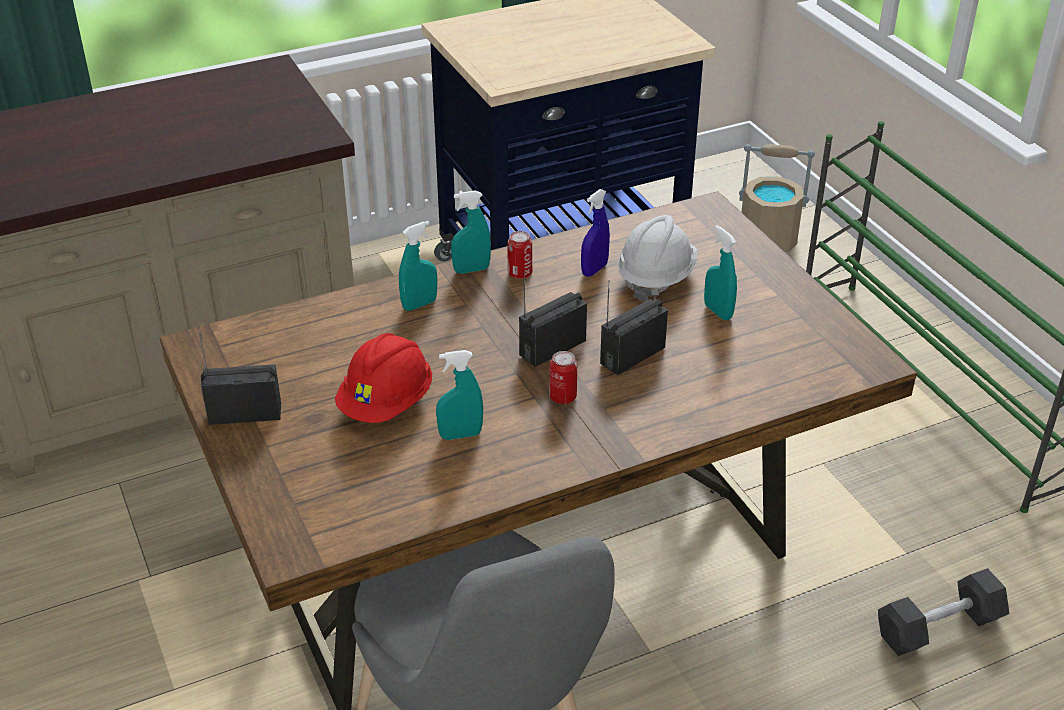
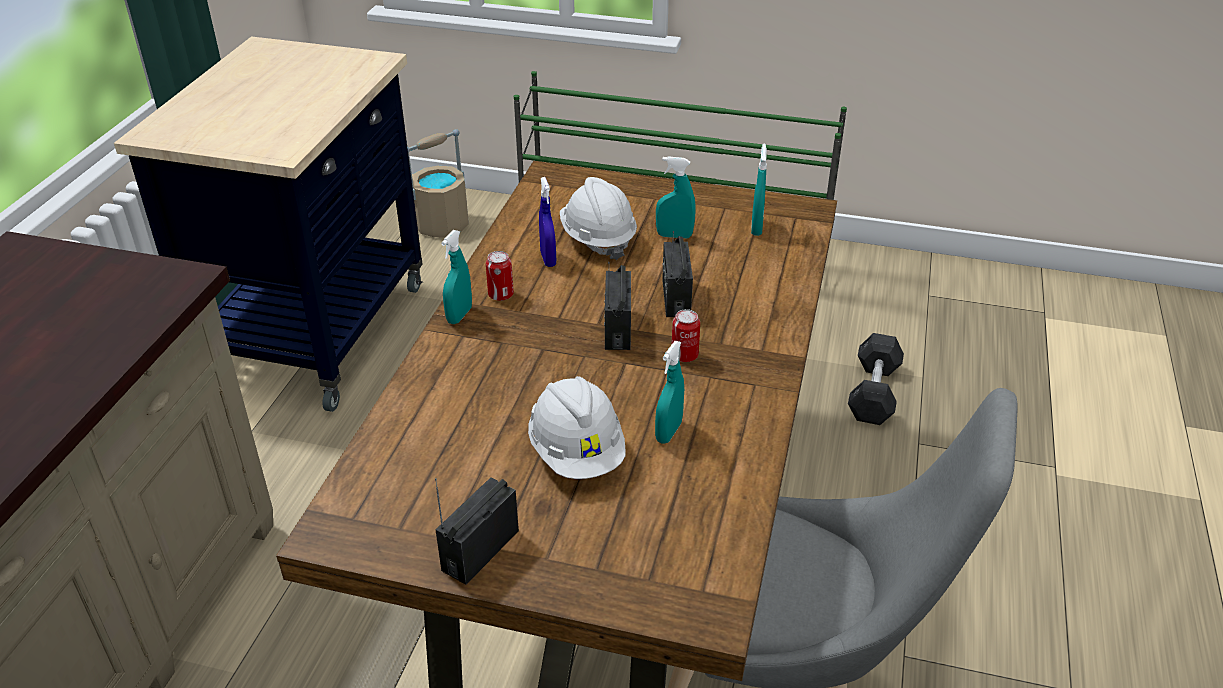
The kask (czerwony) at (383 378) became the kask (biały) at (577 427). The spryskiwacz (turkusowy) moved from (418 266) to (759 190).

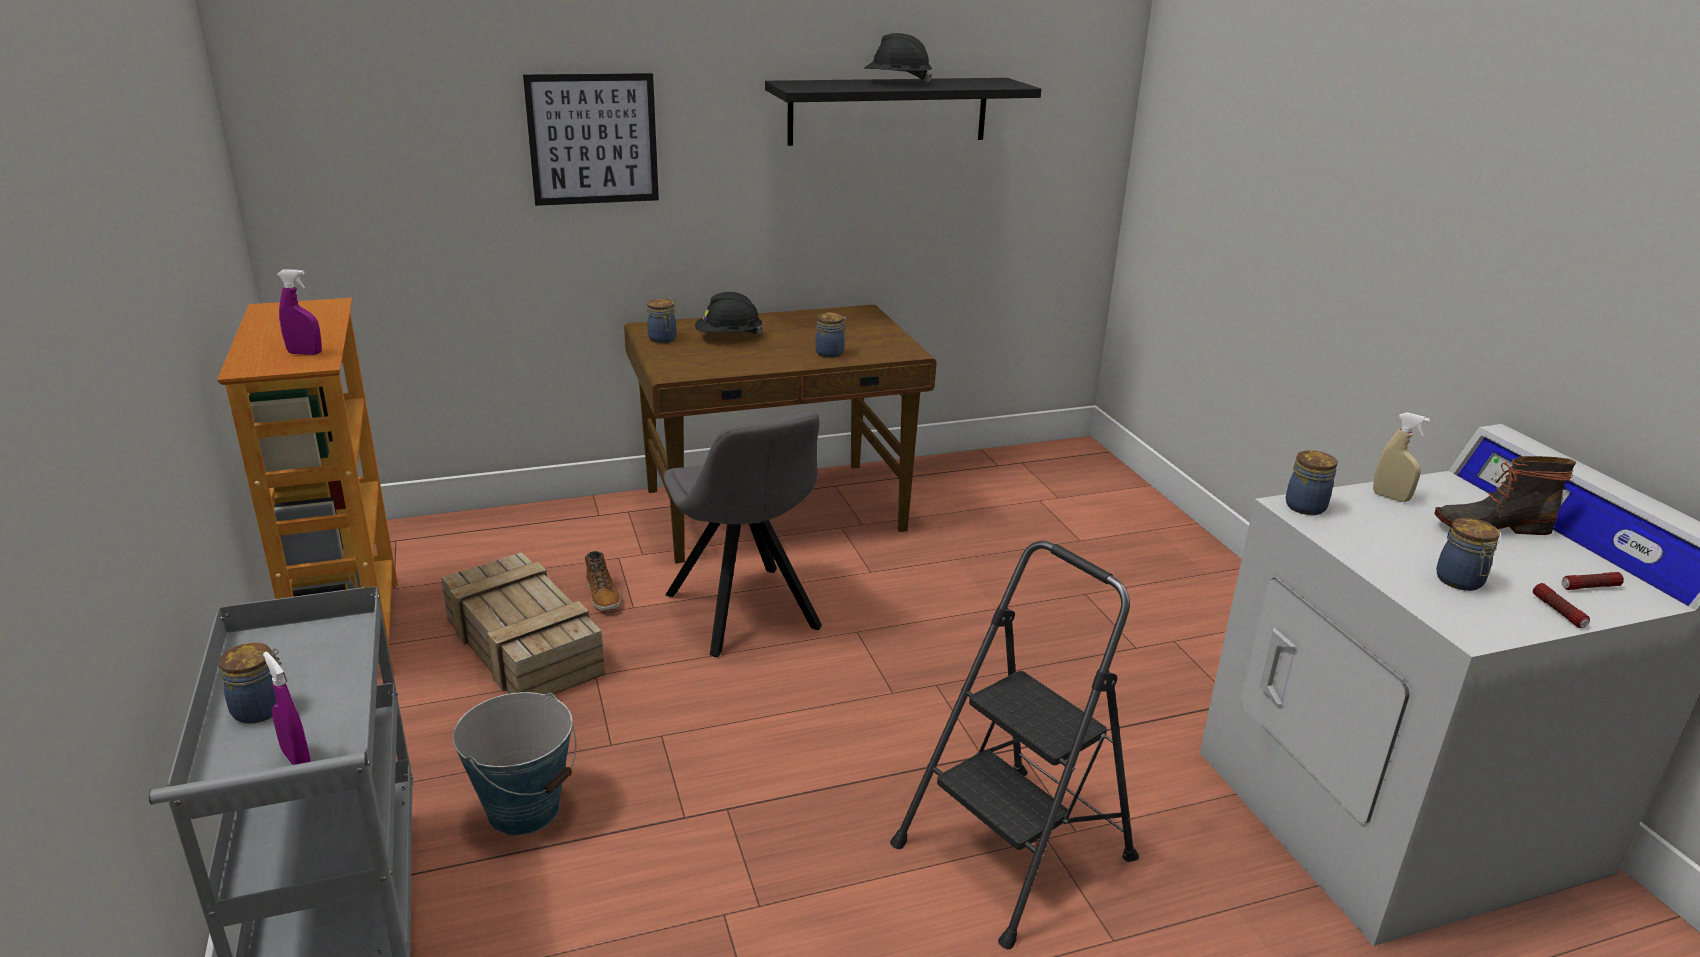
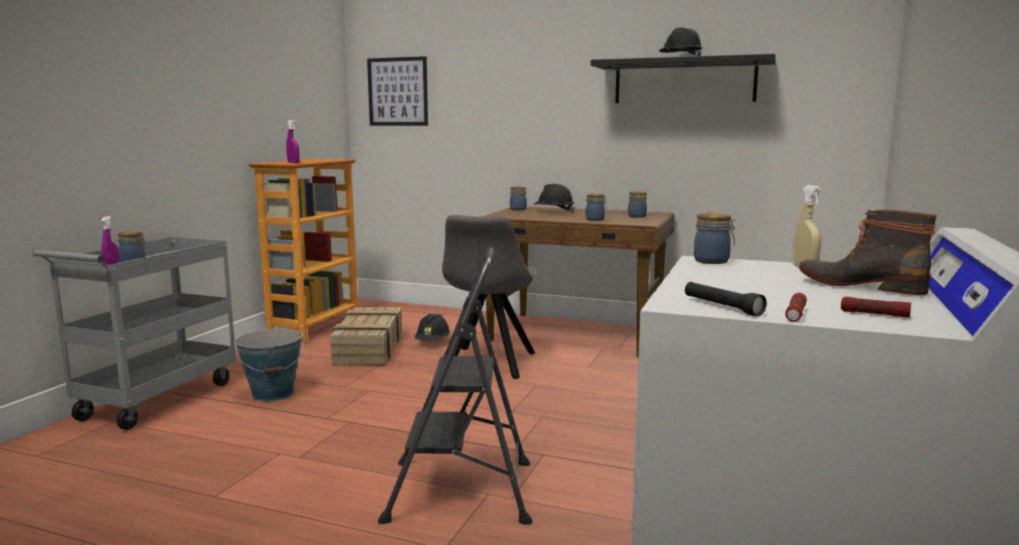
The obraz moved from (591 139) to (397 91). The but z cholewką at (603 581) was replaced by the kask (czarny) at (432 327). The słoik moved from (1468 554) to (637 204). The latarka (czarny) at (726 299) appeared.

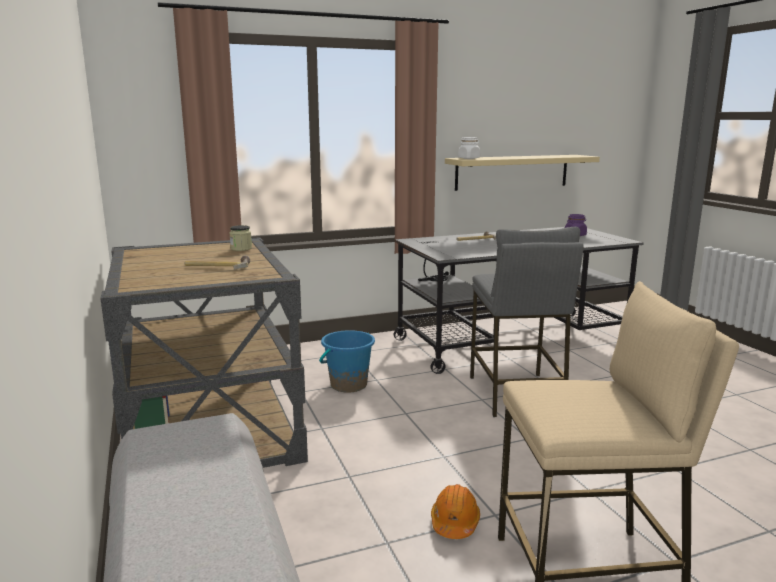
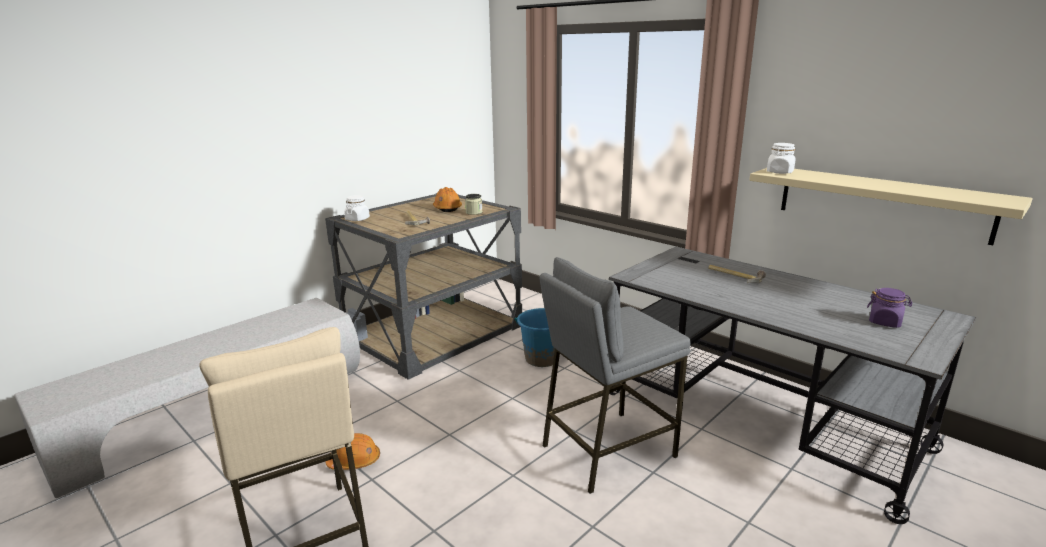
The słoik (biały) at (357 208) appeared. The kask (pomarańczowy) at (447 199) appeared.

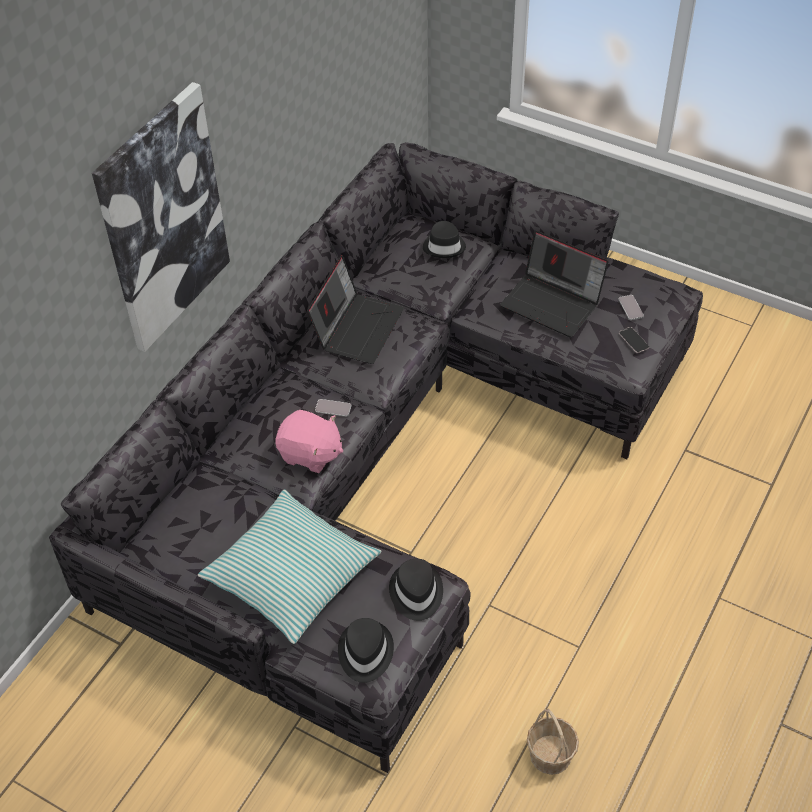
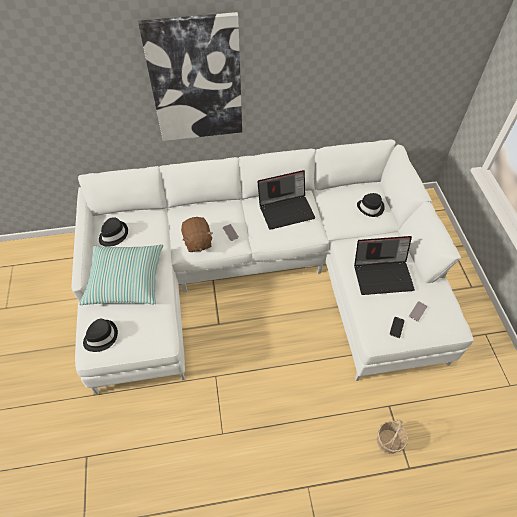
The kanapa (czarny) at (376 457) became the kanapa (biały) at (272 267). The pluszak (różowy) at (309 441) became the pluszak (brązowy) at (197 234). The kapelusz (czarny) moved from (416 590) to (113 232). The laptop at (554 284) turned 90 degrees counterclockwise. The koszyk moved from (553 741) to (392 437).

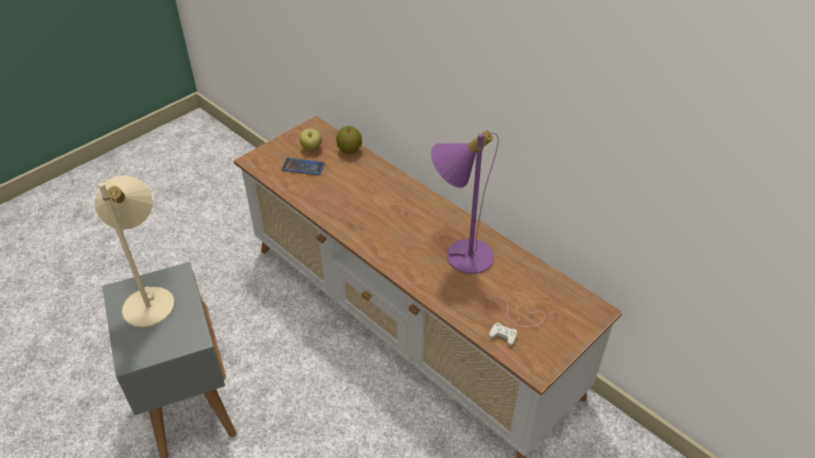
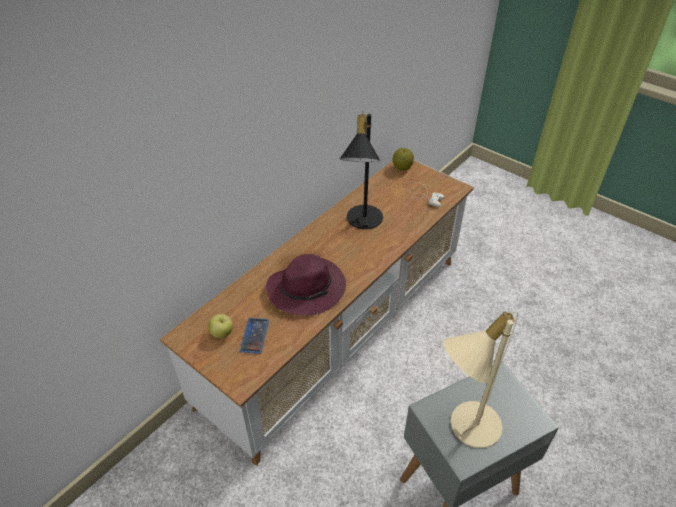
The jabłko moved from (349 140) to (403 159). The lampa stołowa (fioletowy) at (465 202) became the lampa stołowa (czarny) at (361 170). The kapelusz (fioletowy) at (306 284) appeared.

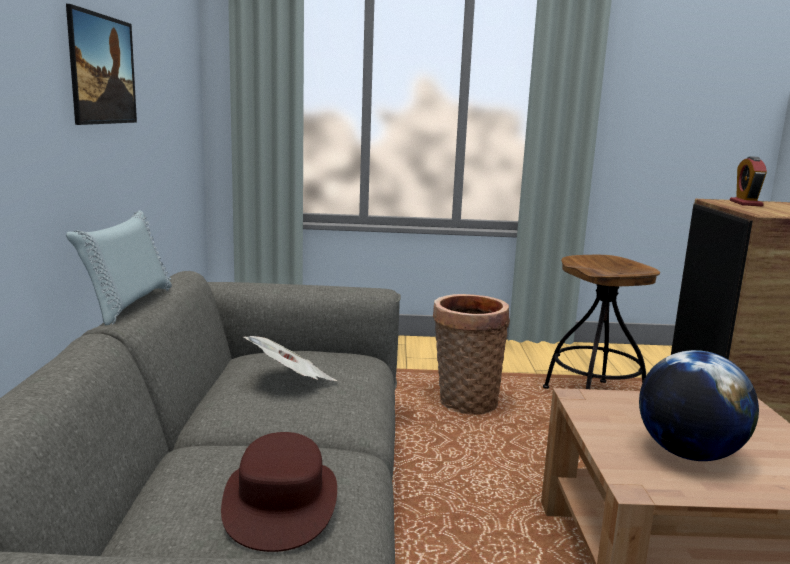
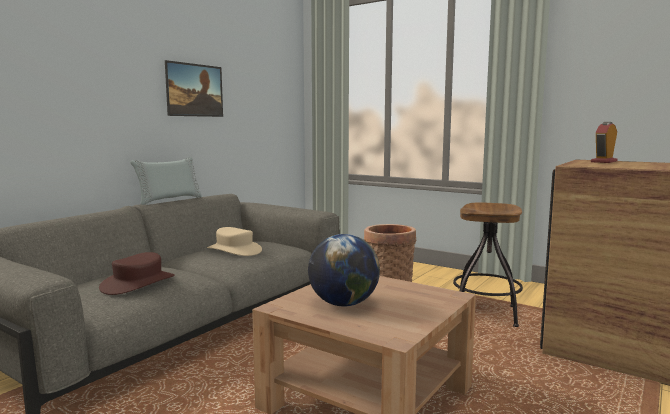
The gazeta at (290 358) was replaced by the kapelusz (beżowy) at (234 241).

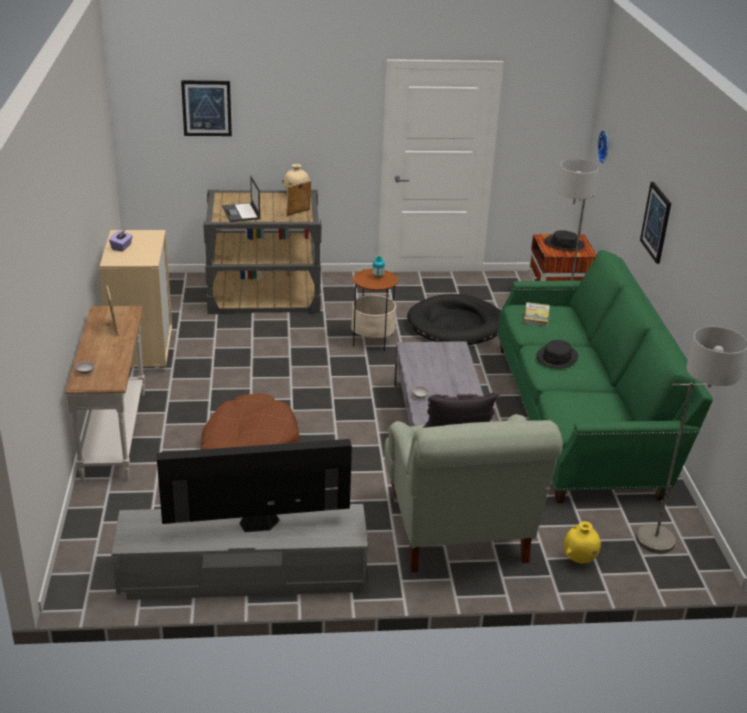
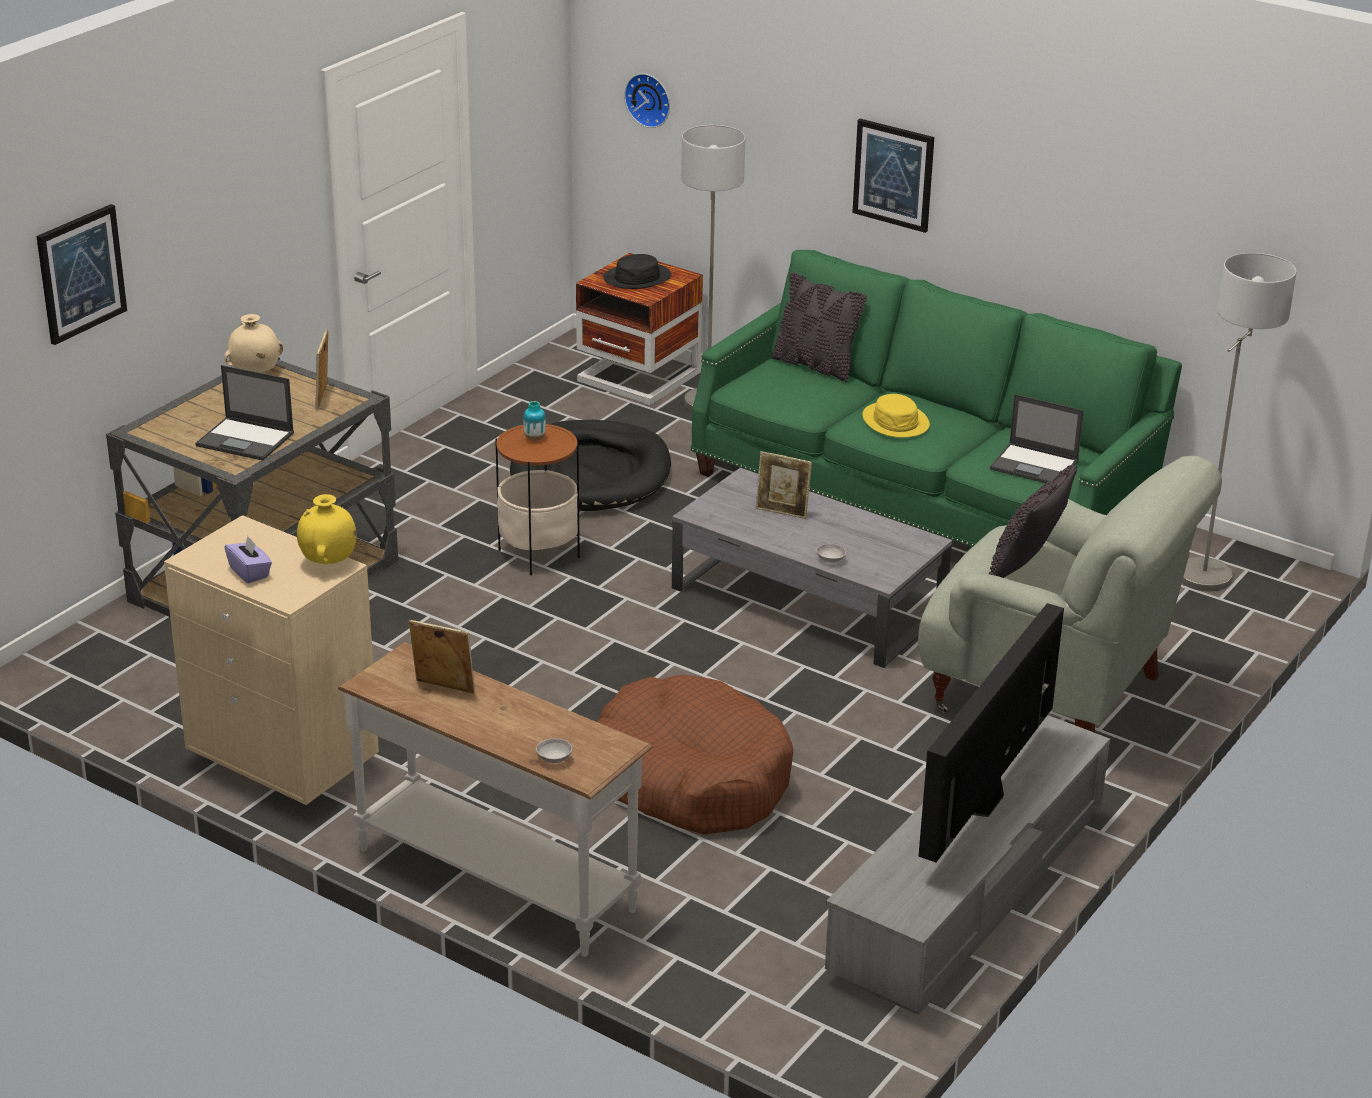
The książka at (536 314) disappeared. The kapelusz (czarny) at (557 354) became the kapelusz (żółty) at (896 416). The wazon (żółty) moved from (582 542) to (326 529). The ramka na zdjęcie at (784 485) appeared. The poduszka (czarny) at (819 327) appeared. The laptop at (1037 438) appeared.

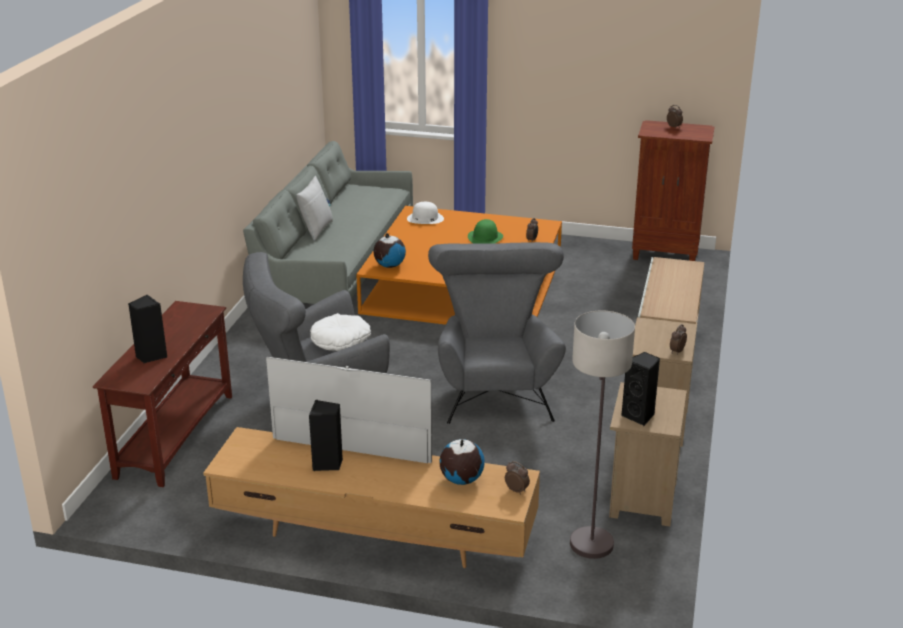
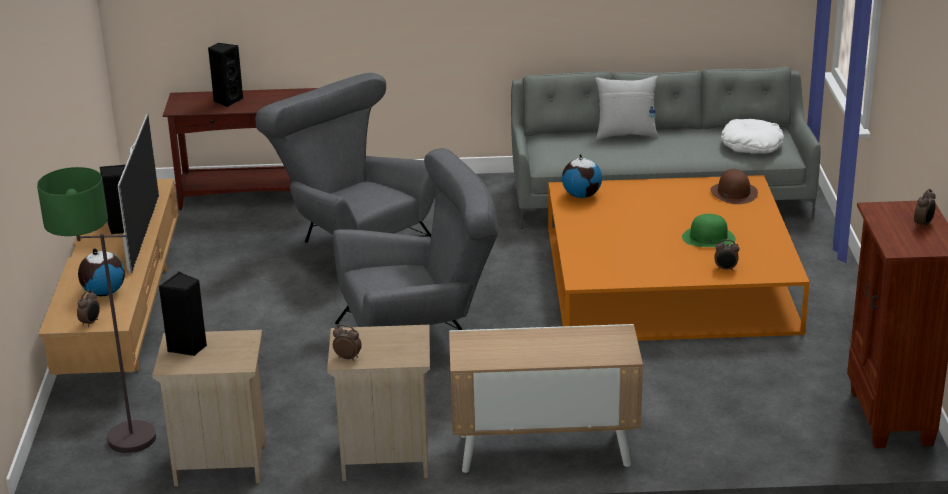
The poduszka (biały) moved from (340 332) to (752 136). The kapelusz (biały) at (425 213) became the kapelusz (brązowy) at (734 186). The lampa stojąca (szary) at (602 434) became the lampa stojąca (zielony) at (96 310).

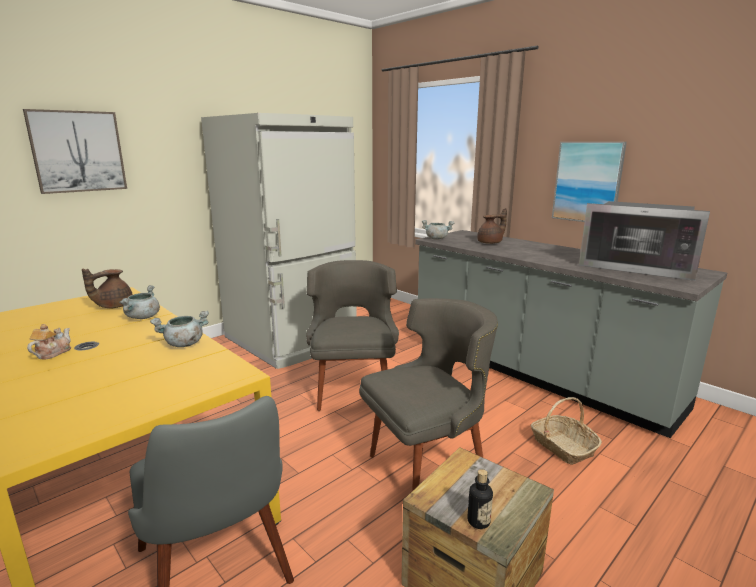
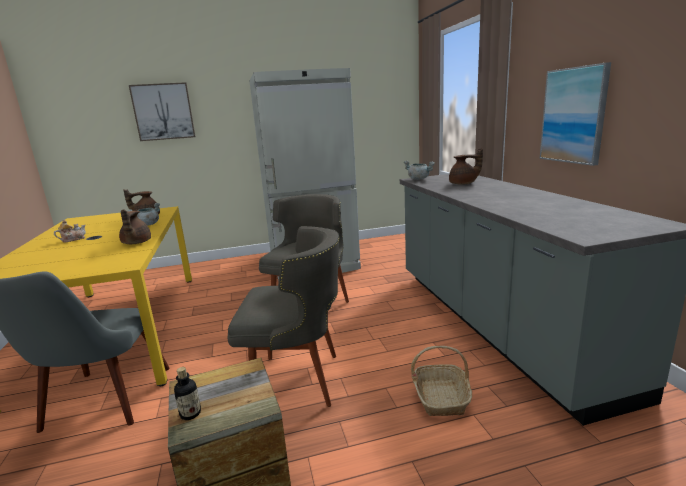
The garnek (szary) at (179 329) was replaced by the imbryk (brązowy) at (135 226). The mikrofalówka at (644 241) disappeared.

